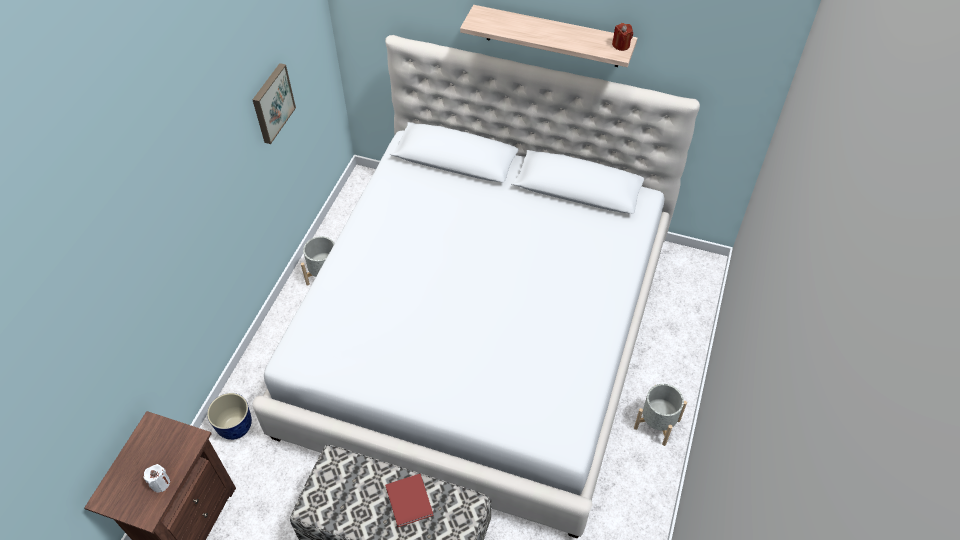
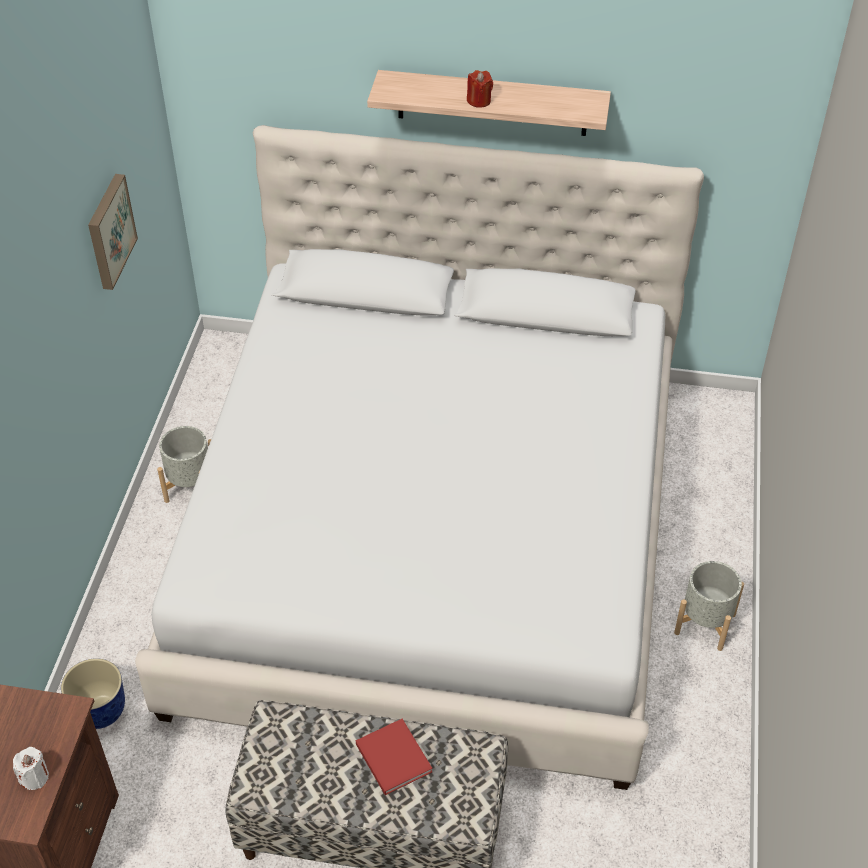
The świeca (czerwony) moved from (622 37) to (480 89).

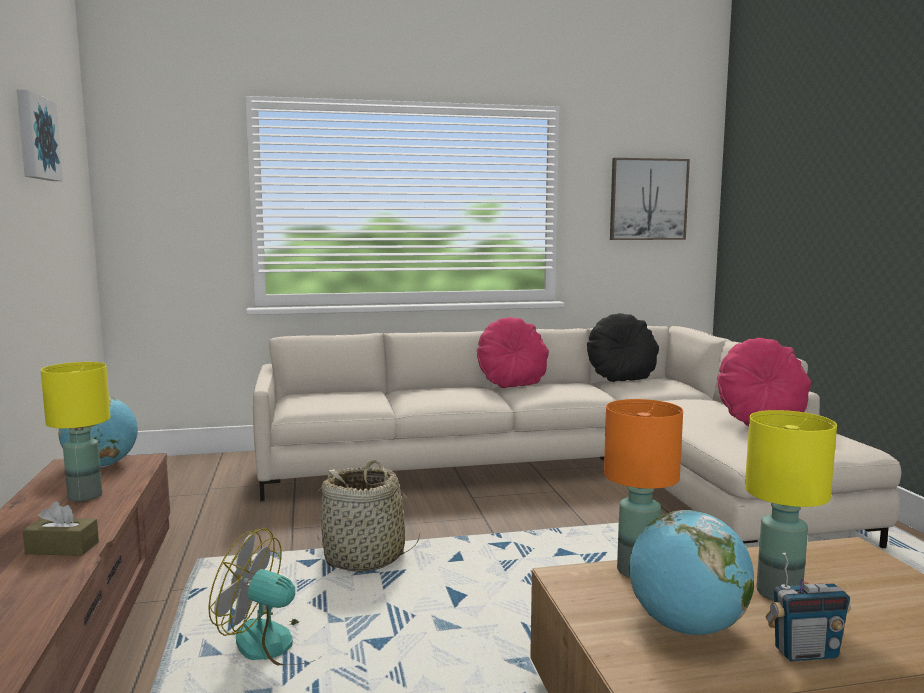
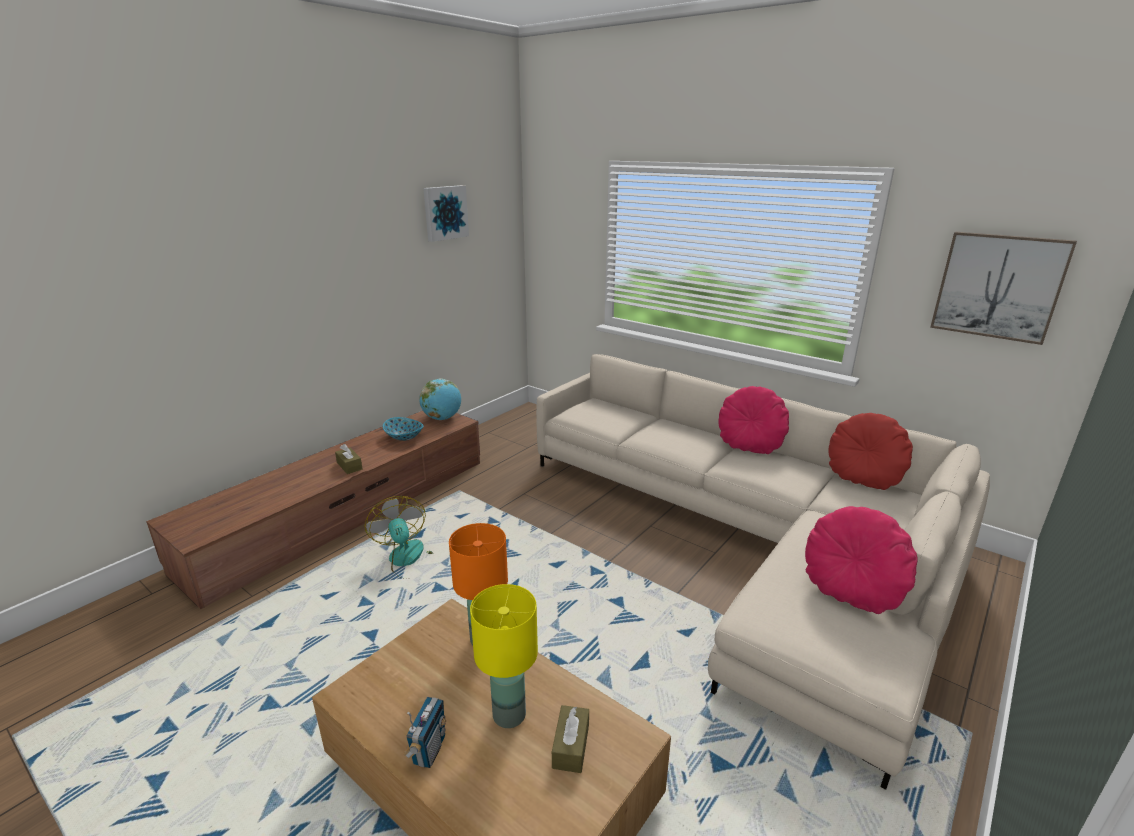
The lampa stołowa (żółty) at (75 431) was replaced by the miska at (403 429). The koszyk at (368 516) disappeared. The poduszka (czarny) at (623 347) became the poduszka (czerwony) at (870 451). The globus at (691 572) disappeared. The radio at (808 607) turned 120 degrees counterclockwise. The pudełko chusteczek (brązowy) at (570 739) appeared.

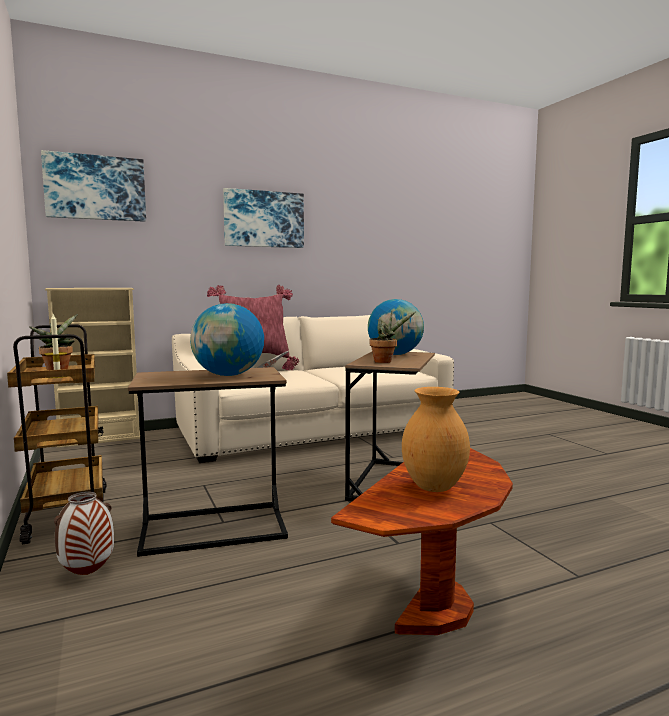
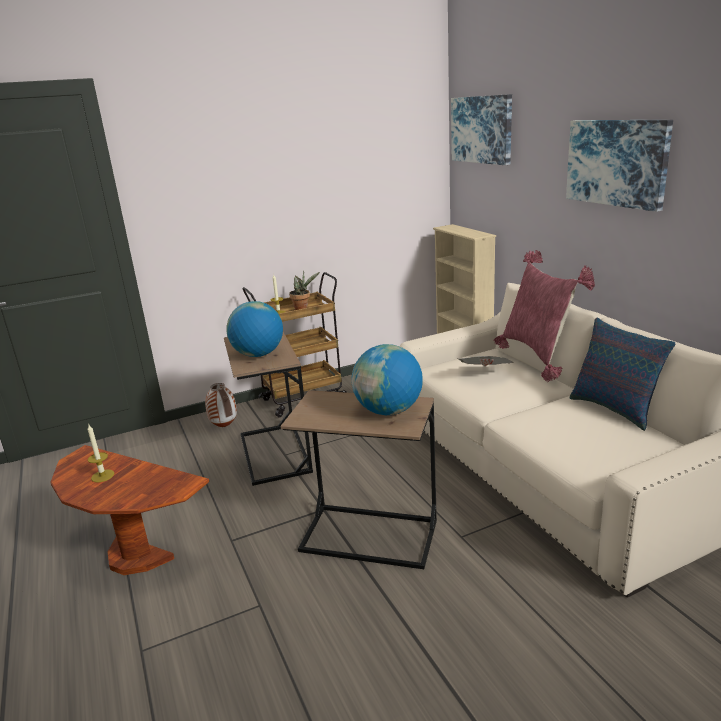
The roślina doniczkowa at (392 337) disappeared. The wazon (brązowy) at (436 439) was replaced by the świeca at (101 453). The poduszka (niebieski) at (622 374) appeared.

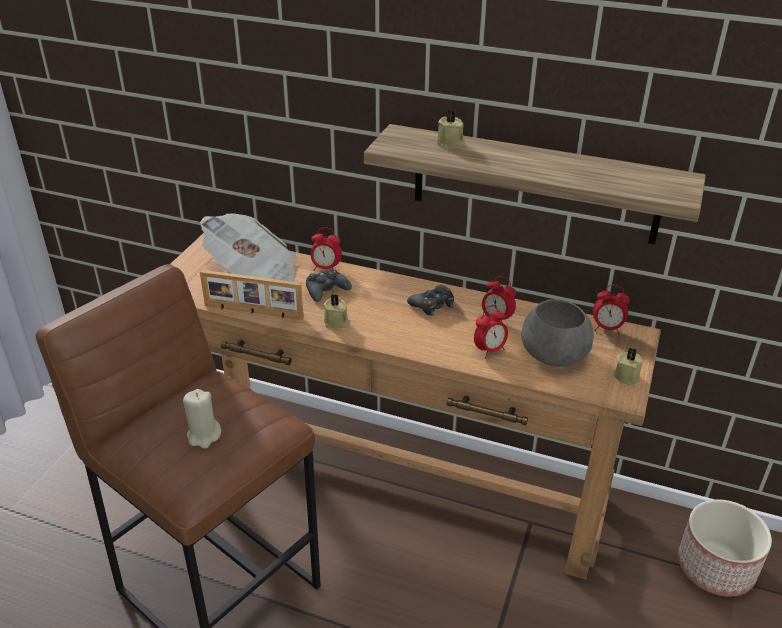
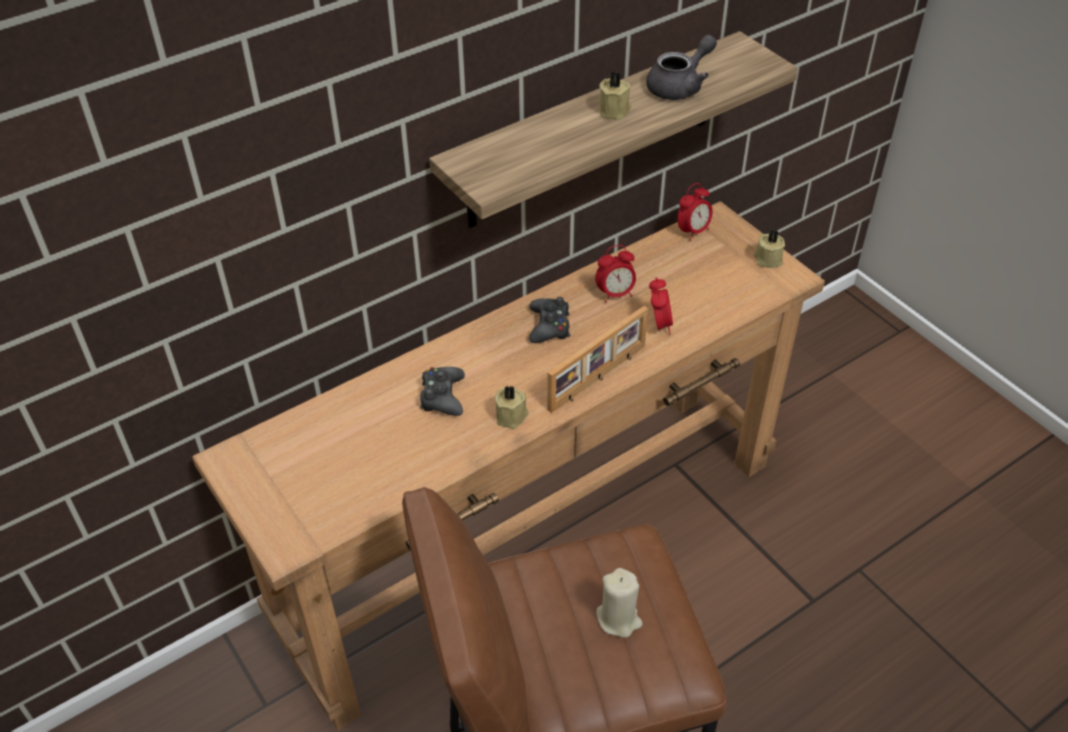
The gazeta at (248 248) disappeared. The ramka na zdjęcie moved from (252 295) to (597 359). The budzik at (326 249) disappeared. The świeca (beżowy) moved from (451 128) to (615 95). The miska (szary) at (558 333) disappeared. The donica at (725 548) disappeared. The imbryk (szary) at (681 67) appeared.

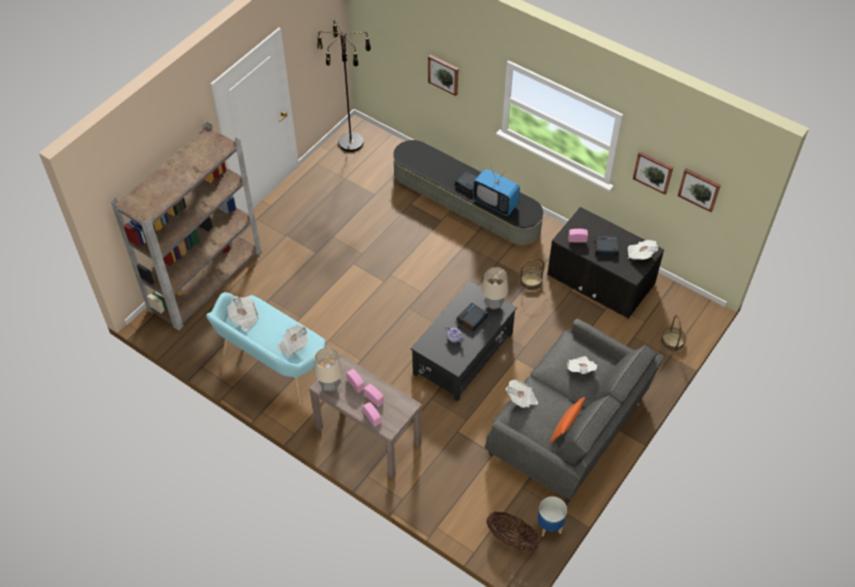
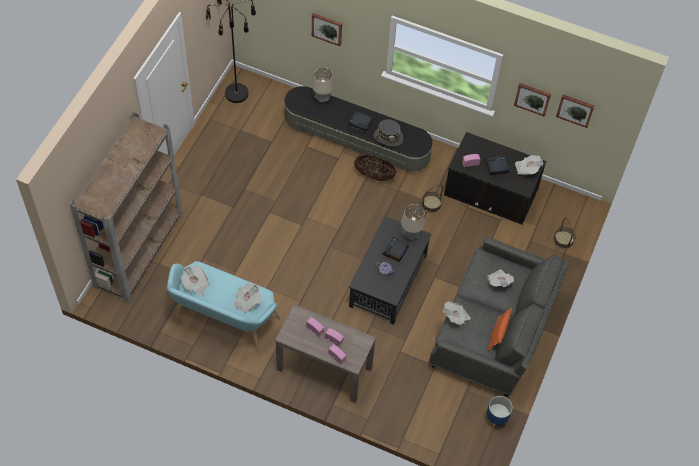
The lampa stołowa moved from (328 370) to (323 85). The telewizor at (496 190) was replaced by the kapelusz (szary) at (388 133). The koszyk moved from (513 531) to (375 168).

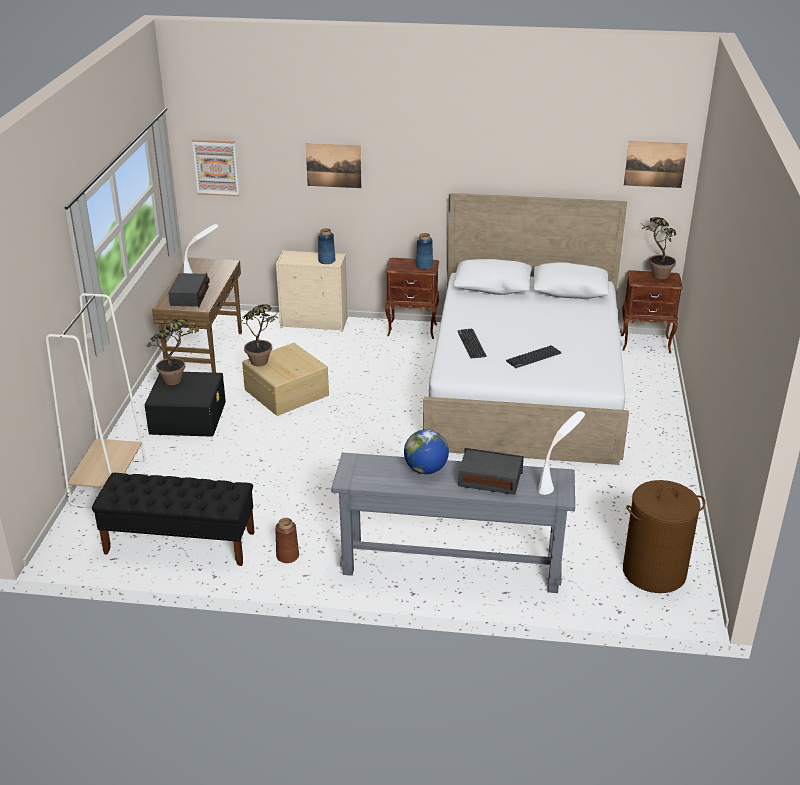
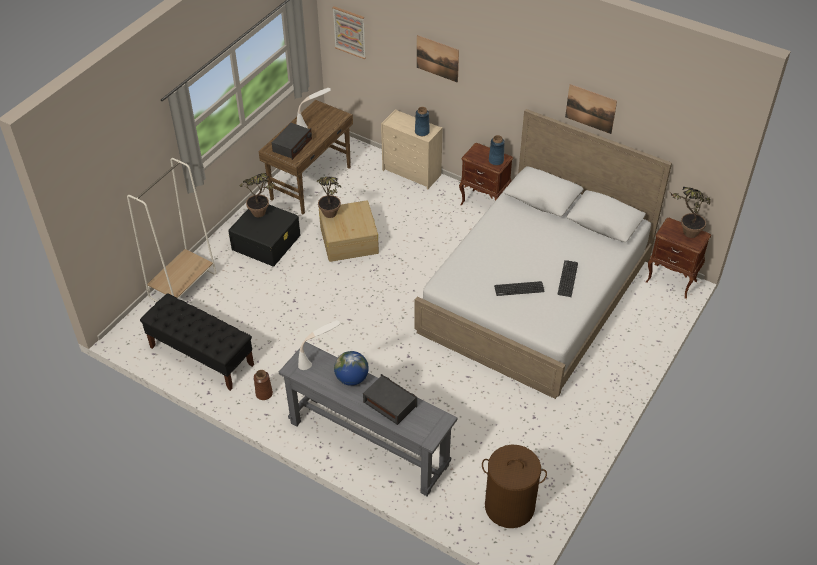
The klawiatura moved from (472 343) to (567 278). The lampa stołowa (biały) moved from (561 453) to (319 345). The obraz moved from (656 164) to (591 109).

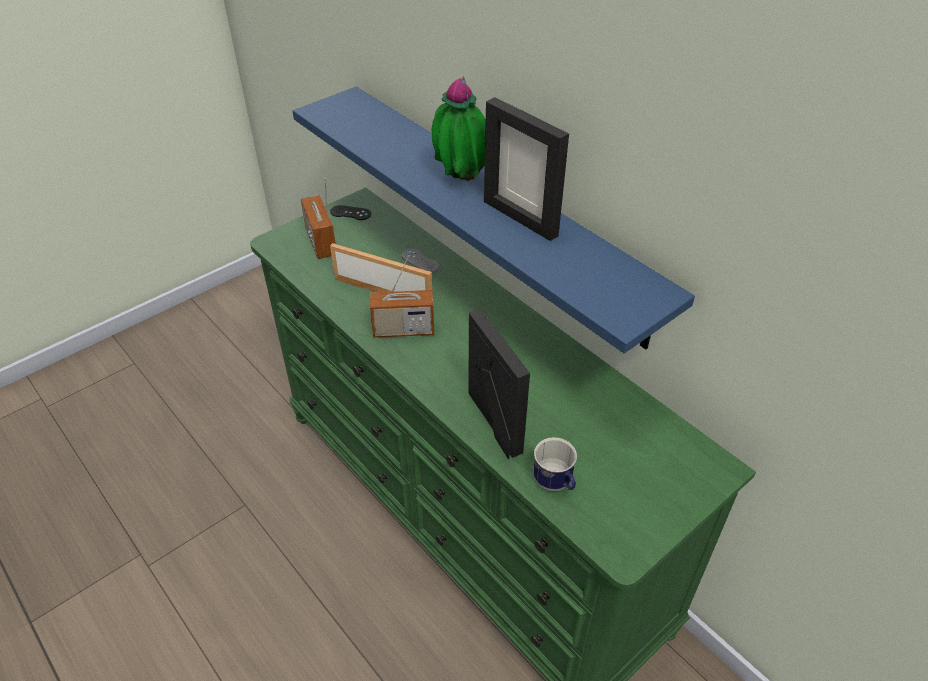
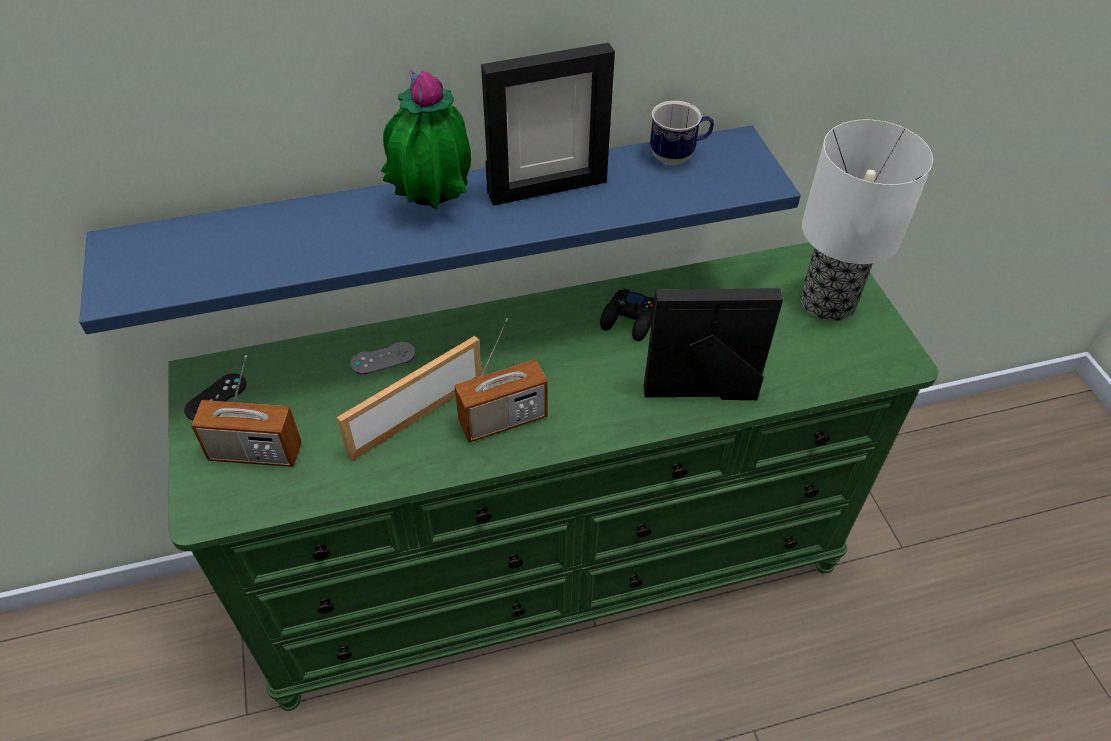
The radio at (402 294) turned 45 degrees clockwise. The kubek moved from (555 464) to (682 133). The pad do gier (czarny) at (627 314) appeared. The lampa stołowa at (866 220) appeared.

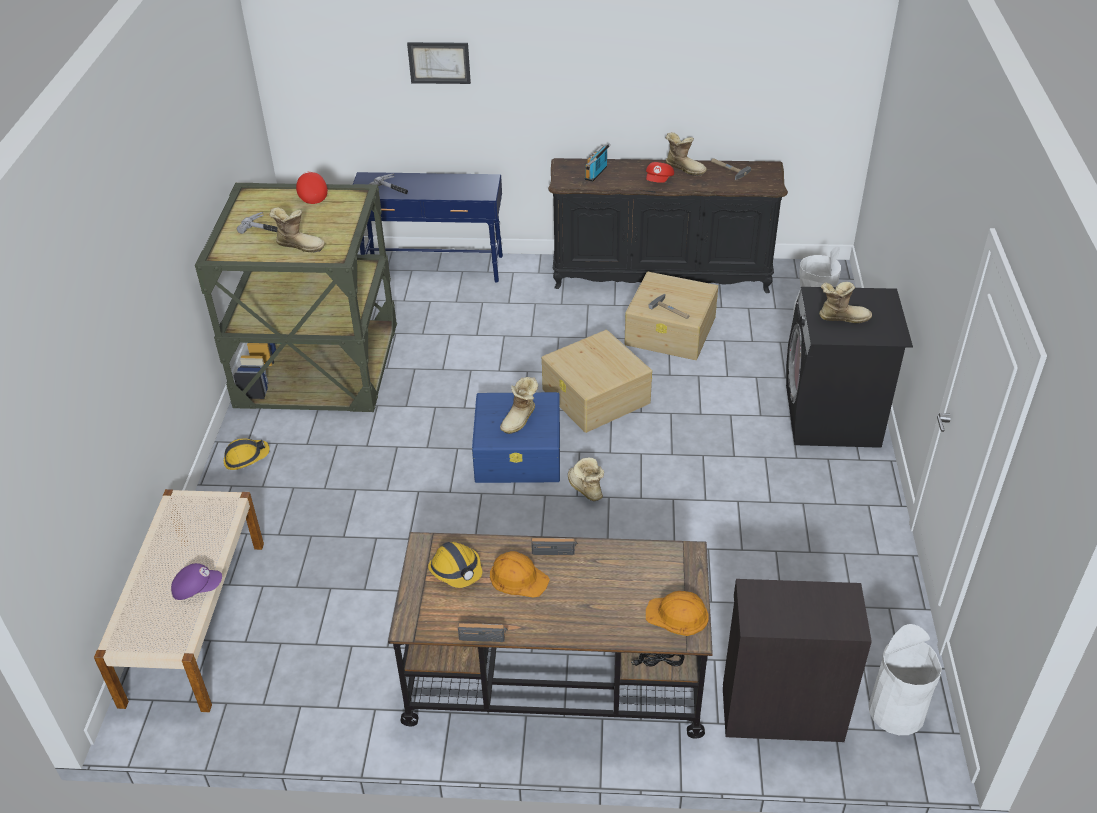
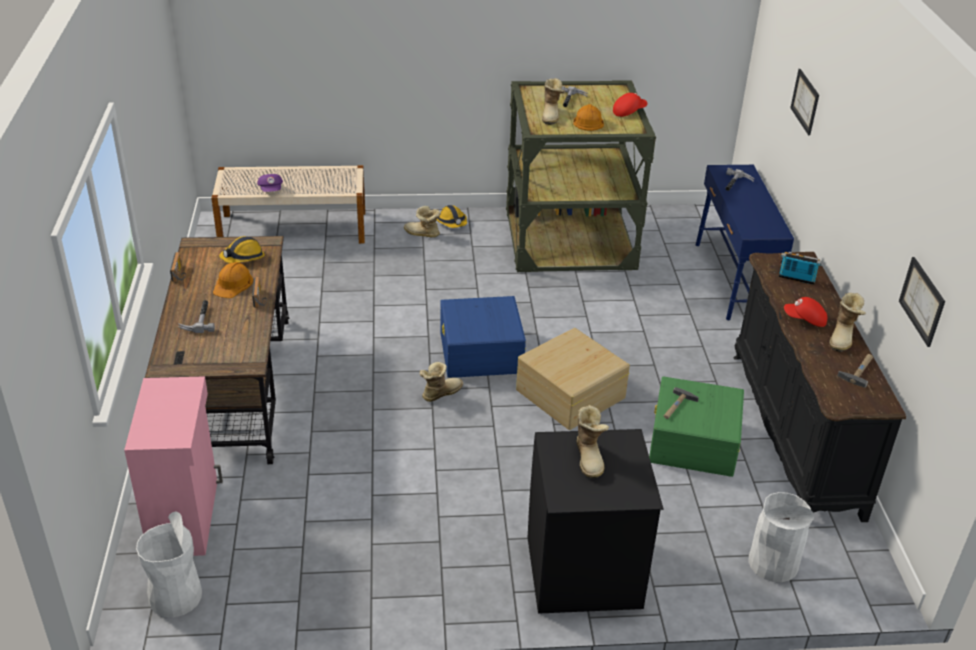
The but z cholewką moved from (519 405) to (422 221). The pojemnik do przechowywania (beżowy) at (671 316) became the pojemnik do przechowywania (zielony) at (696 426). The kask (pomarańczowy) moved from (677 613) to (588 117). The szafka (czarny) at (797 660) became the szafka (różowy) at (173 466). The młotek at (196 316) appeared. The obraz at (922 302) appeared.

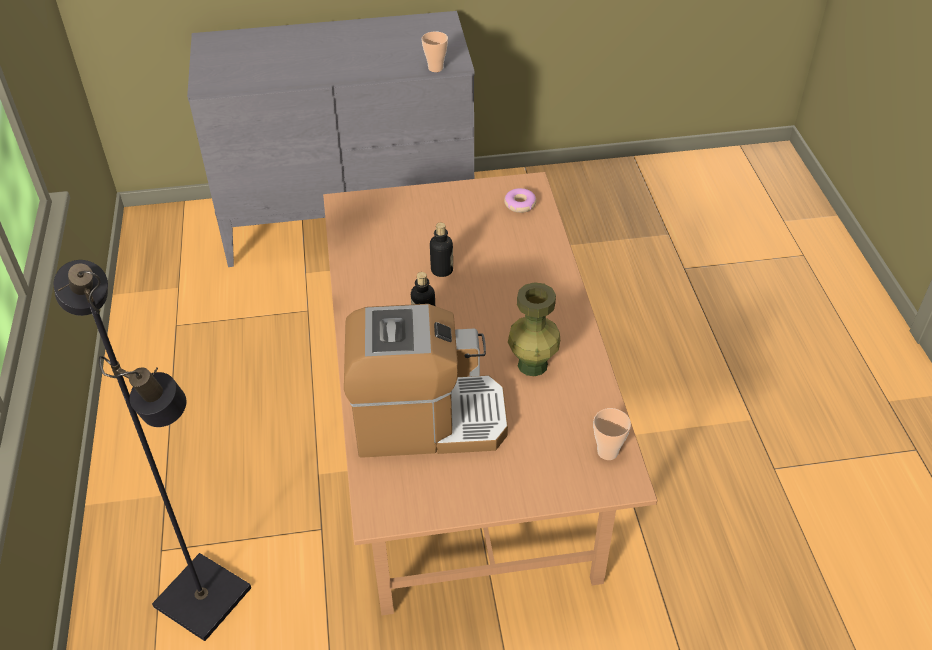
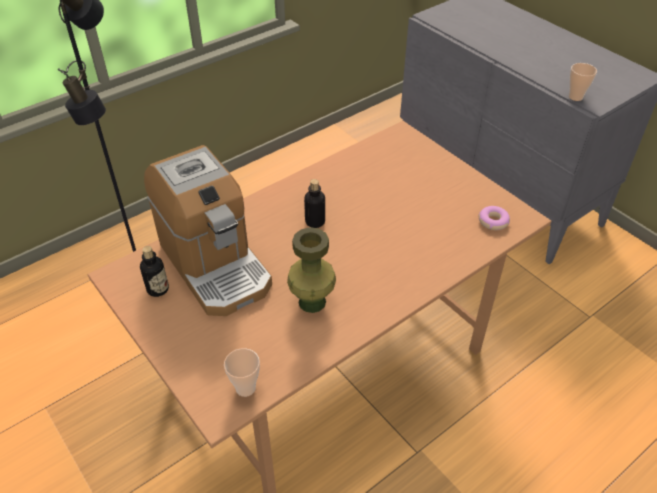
The butelka moved from (441 250) to (154 271).

